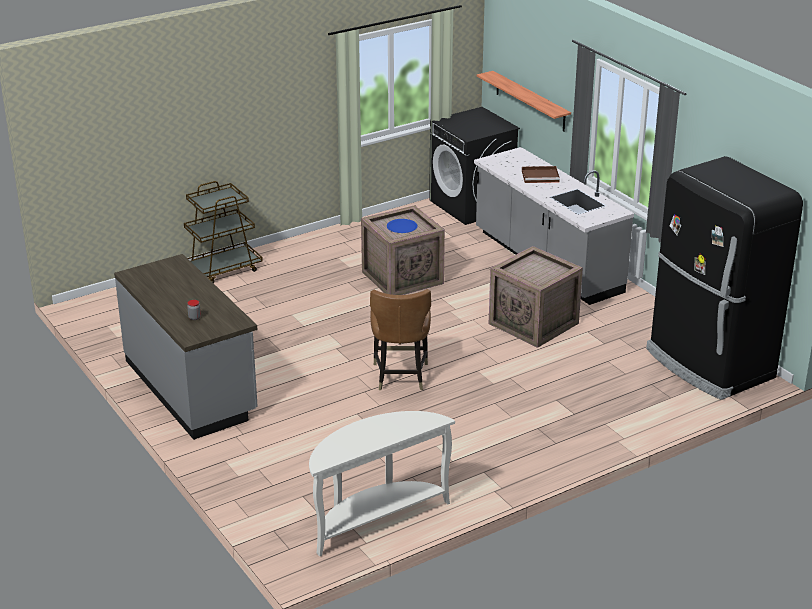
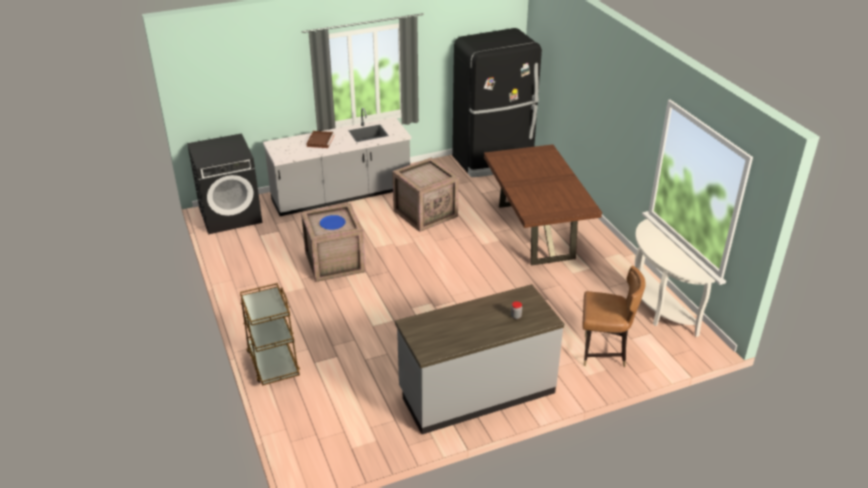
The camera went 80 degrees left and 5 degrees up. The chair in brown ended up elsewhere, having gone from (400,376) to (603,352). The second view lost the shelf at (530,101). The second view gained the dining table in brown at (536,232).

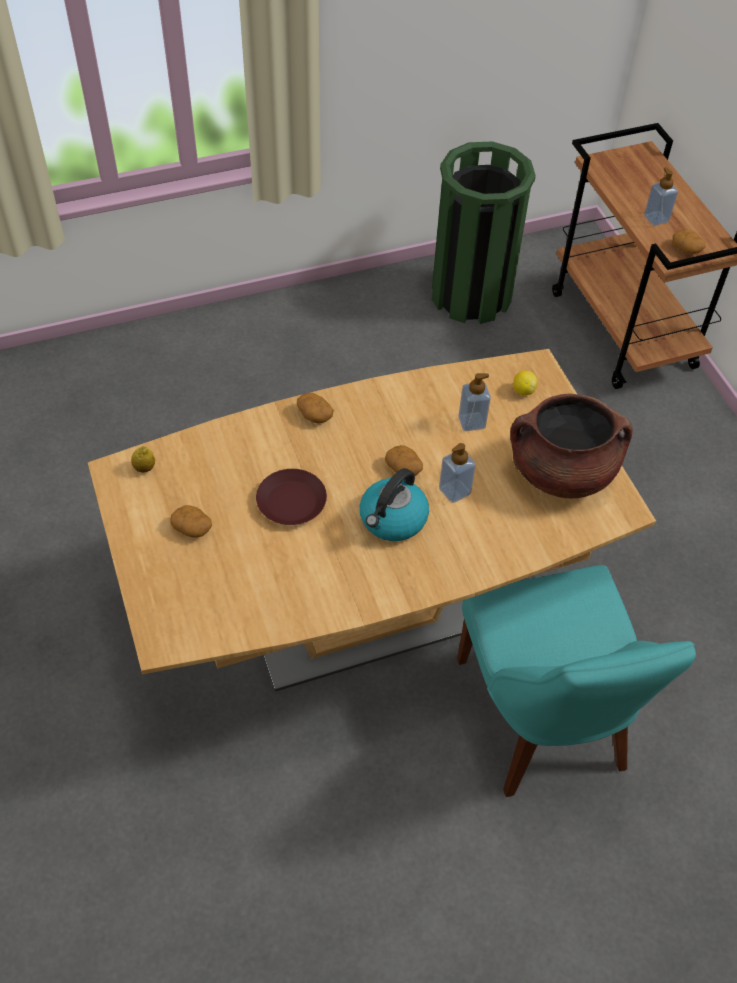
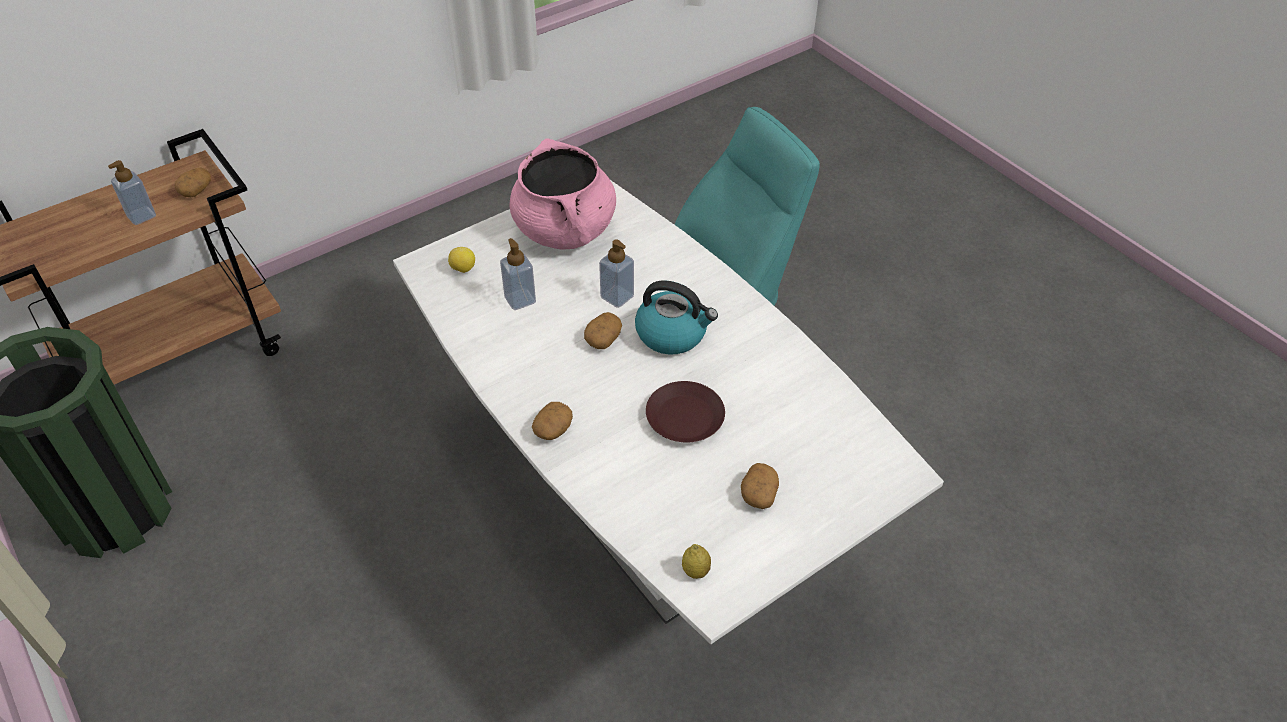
The camera went 105 degrees left and 5 degrees down. What was the dining table in brown at (363,615) turned into the dining table in white at (641,509). What was the cooking pot in brown at (561,472) turned into the cooking pot in pink at (565,230).

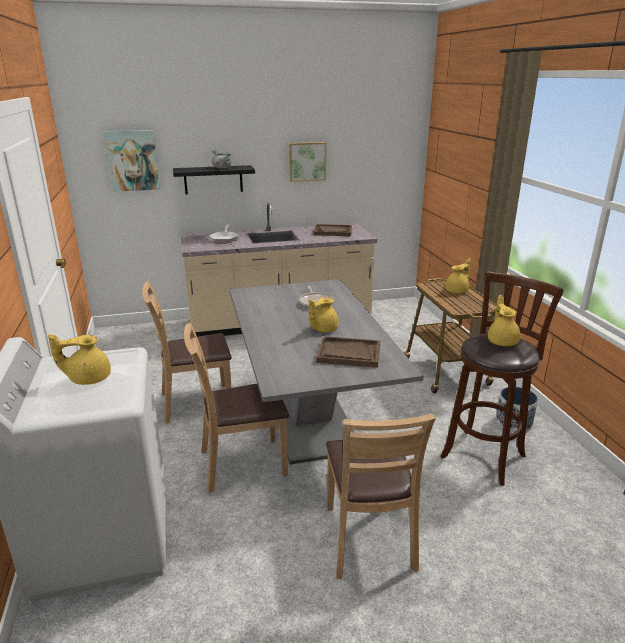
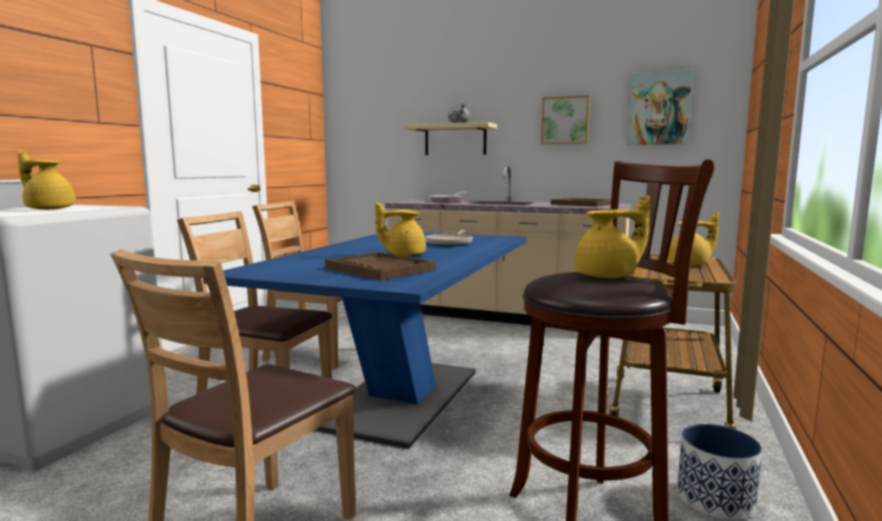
The camera went 35 degrees right and 15 degrees down. The picture ended up elsewhere, having gone from (133,160) to (658,108). What was the shelf in black at (213,179) turned into the shelf in beige at (455,140). What was the dining table in grey at (310,419) turned into the dining table in blue at (401,397). The teapot in yellow at (502,341) ended up facing another way, 45 degrees clockwise from before.

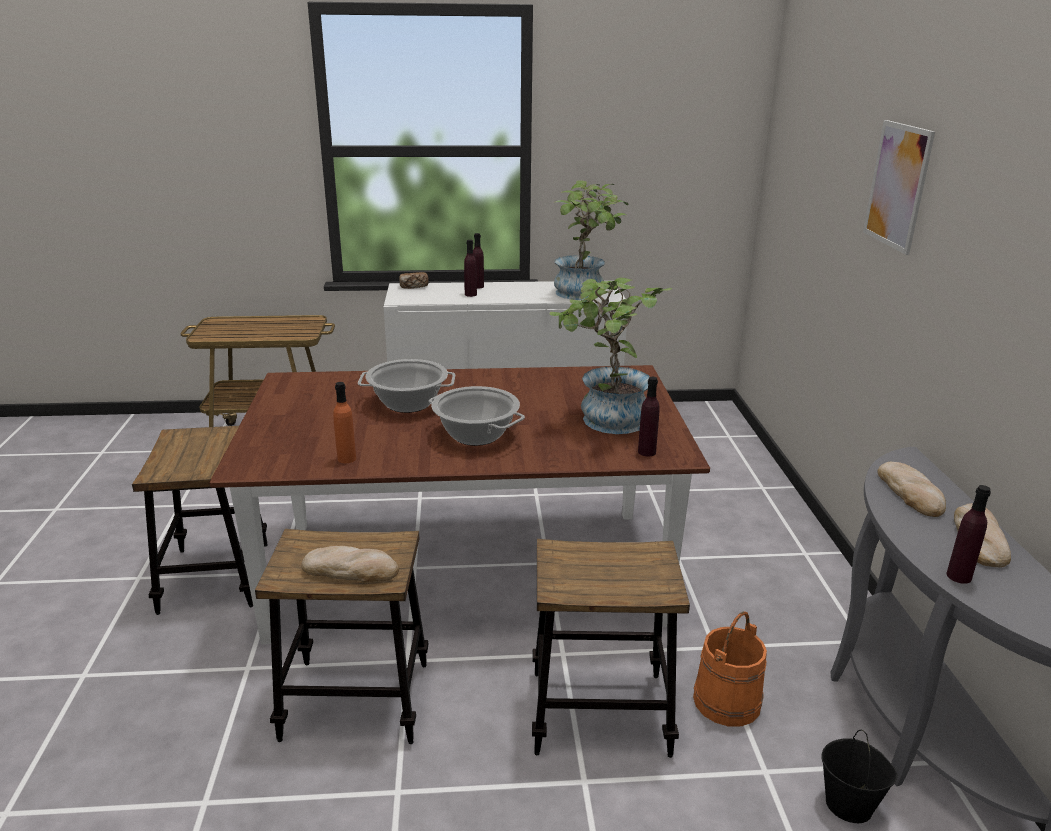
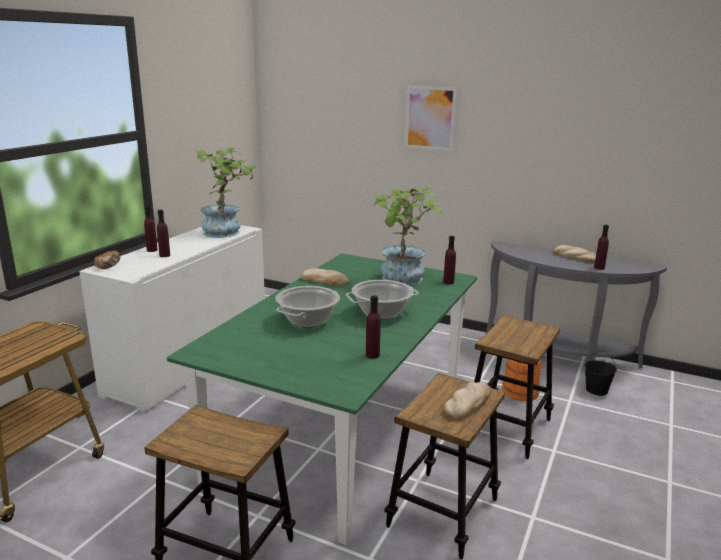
The camera went 60 degrees left and 5 degrees down. What was the dining table in brown at (468,571) turned into the dining table in green at (344,429). What was the bottle in orange at (346,458) turned into the bottle in purple at (372,355). The bread ended up elsewhere, having gone from (911,493) to (325,280).

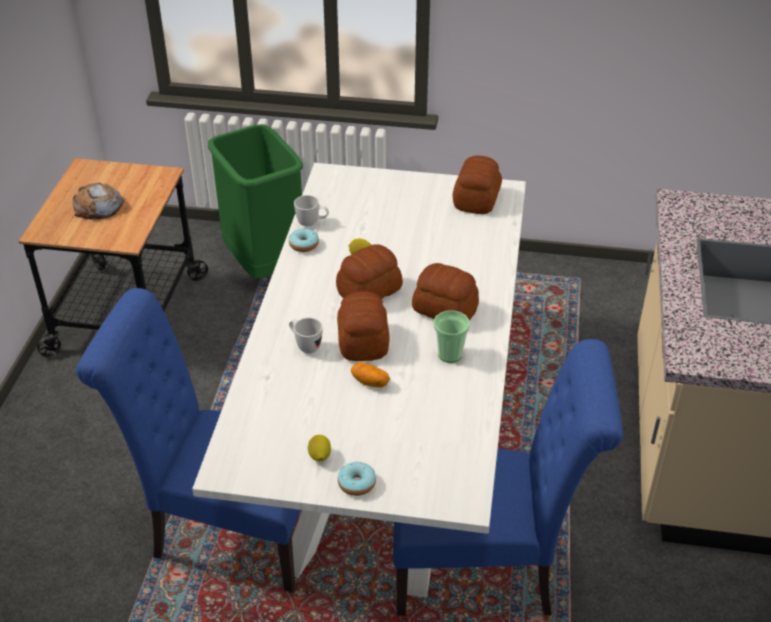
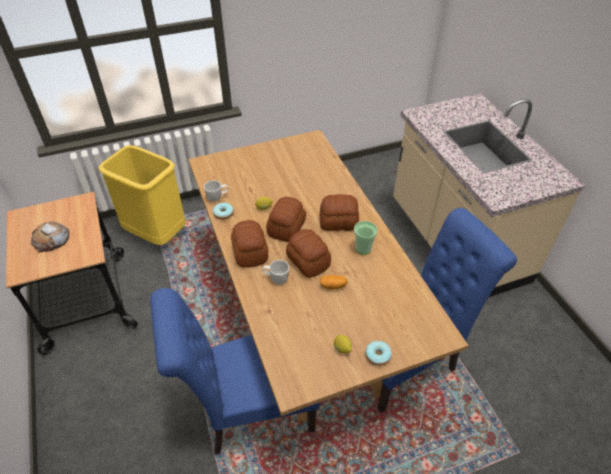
The camera went 30 degrees left and 5 degrees up. What was the dining table in white at (387,450) turned into the dining table in brown at (306,316). What was the trash can in green at (263,264) turned into the trash can in yellow at (155,234). The bread ended up elsewhere, having gone from (477,199) to (250,252).

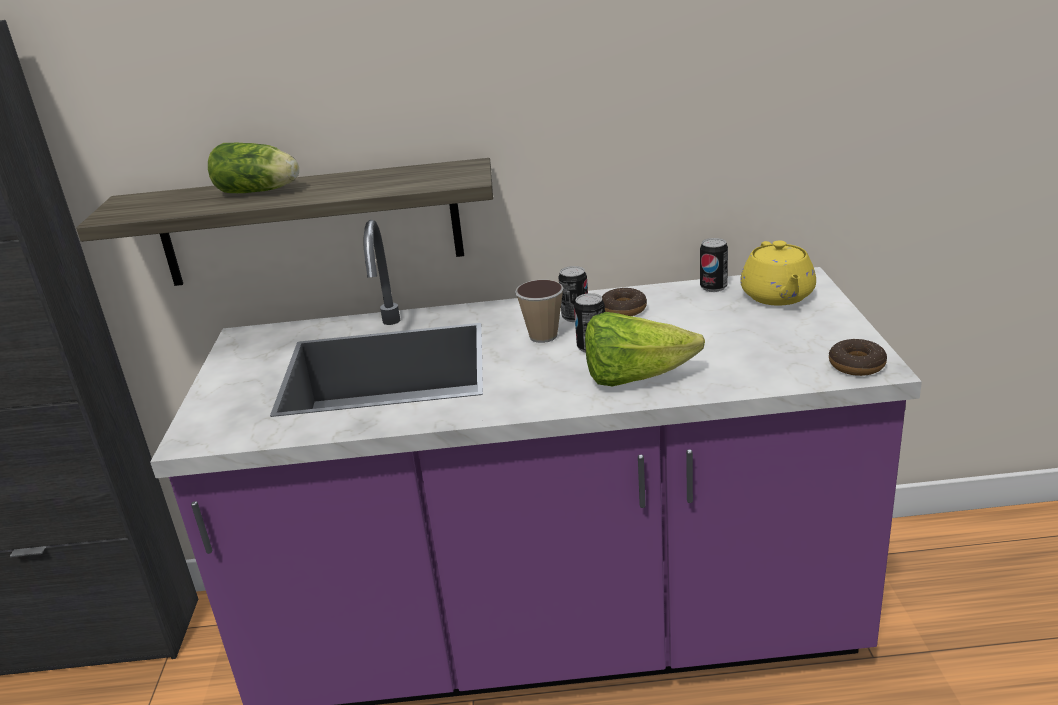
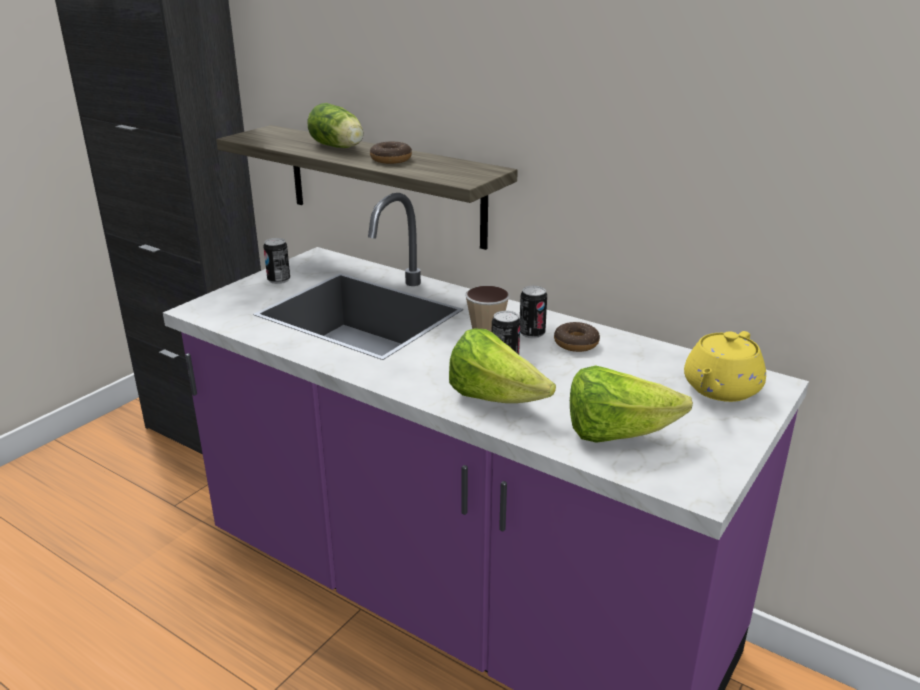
The camera went 35 degrees right and 0 degrees up. The can ended up elsewhere, having gone from (713,287) to (279,280). The donut ended up elsewhere, having gone from (856,365) to (391,159). The second view gained the lettuce at (616,434).

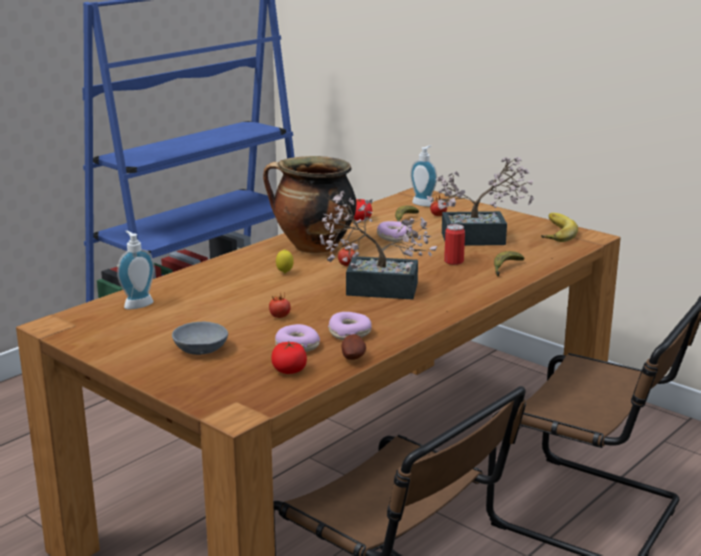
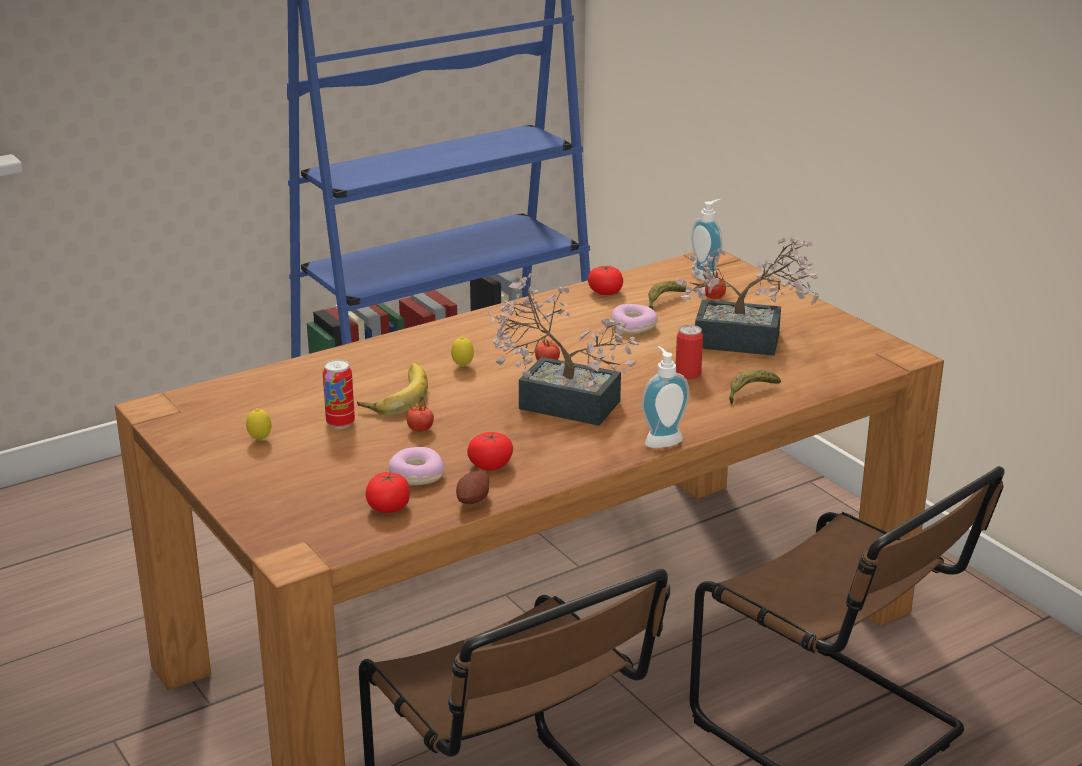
The camera went 15 degrees right and 5 degrees up. The soap dispenser ended up elsewhere, having gone from (137,304) to (661,440). The second view lost the bowl in grey at (202,348). The second view lost the cooking pot at (312,247). Where the donut stood at (349,333), the tomato came to stand at (490,465). The banana ended up elsewhere, having gone from (553,232) to (395,395). The second view gained the lemon at (260,440). The second view gained the can at (340,423).

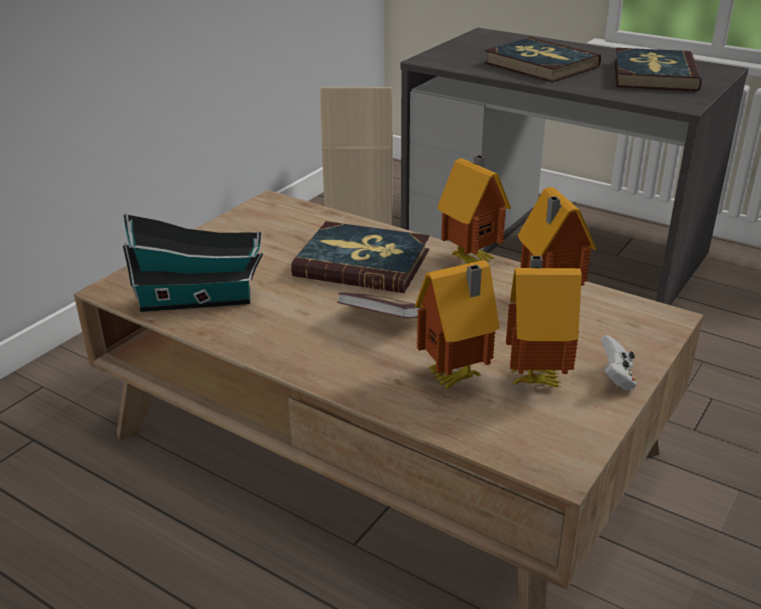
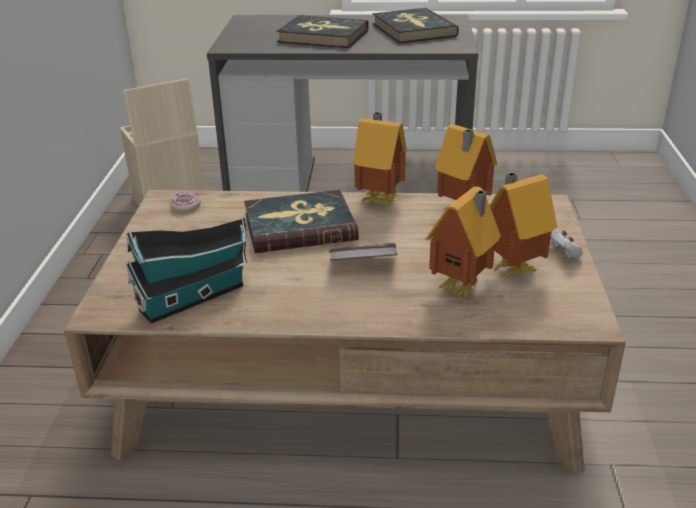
The camera went 30 degrees left and 0 degrees up. The second view gained the donut at (186,206).

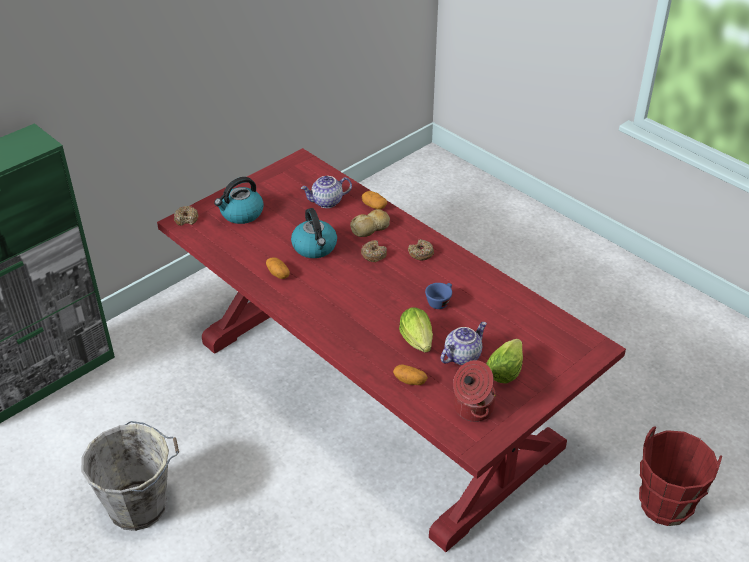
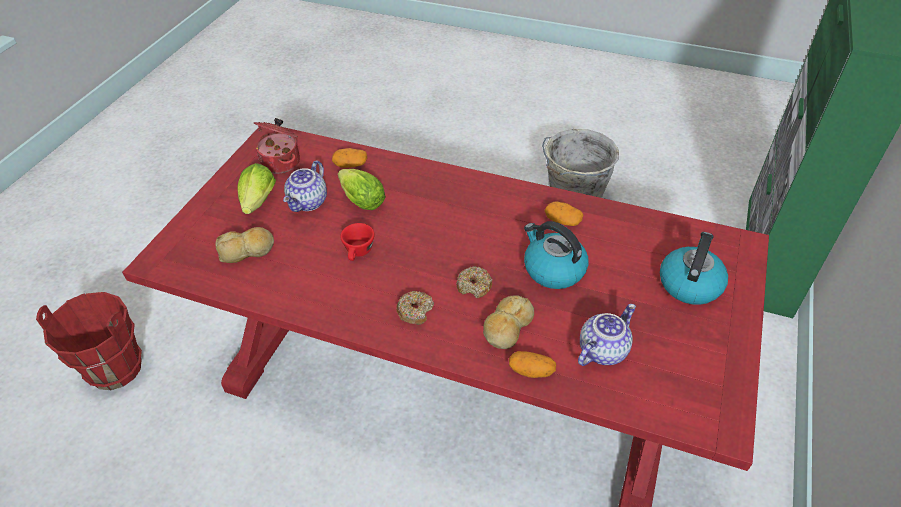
The camera went 155 degrees right and 5 degrees up. The second view lost the donut at (186,219). What was the cup in blue at (440,301) turned into the cup in red at (358,253). The second view gained the bread at (247,251).

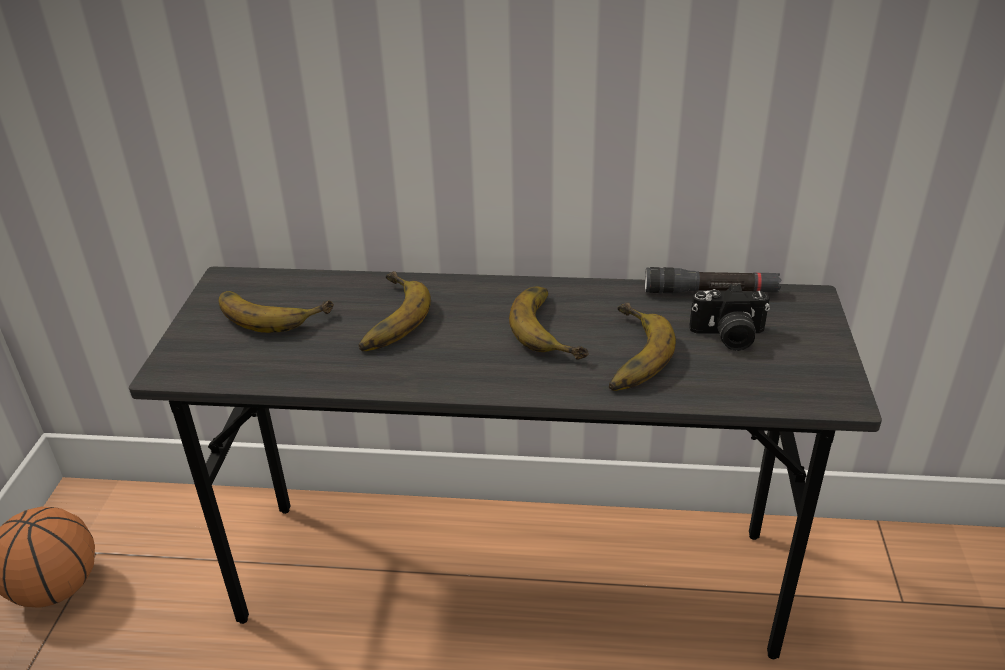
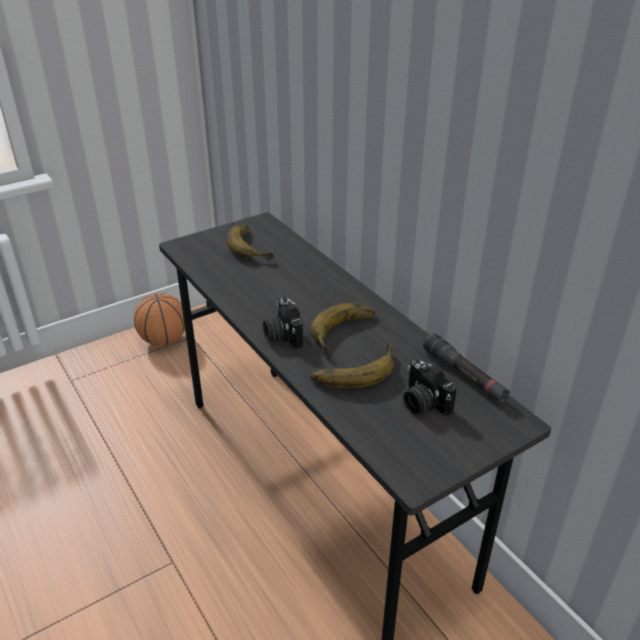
The camera went 50 degrees right and 0 degrees up. The second view lost the banana at (384,318). The second view gained the photo camera at (282,335).

